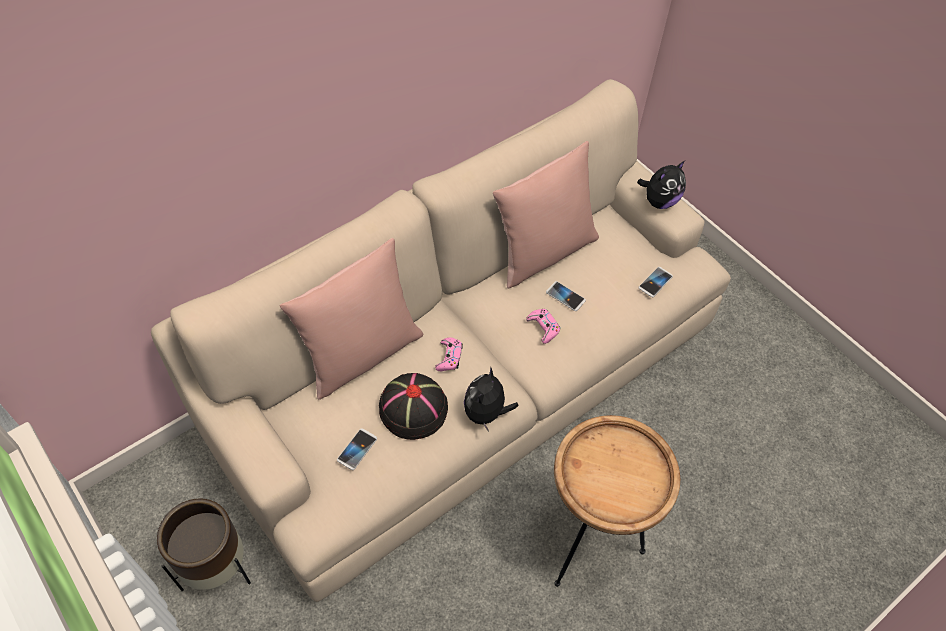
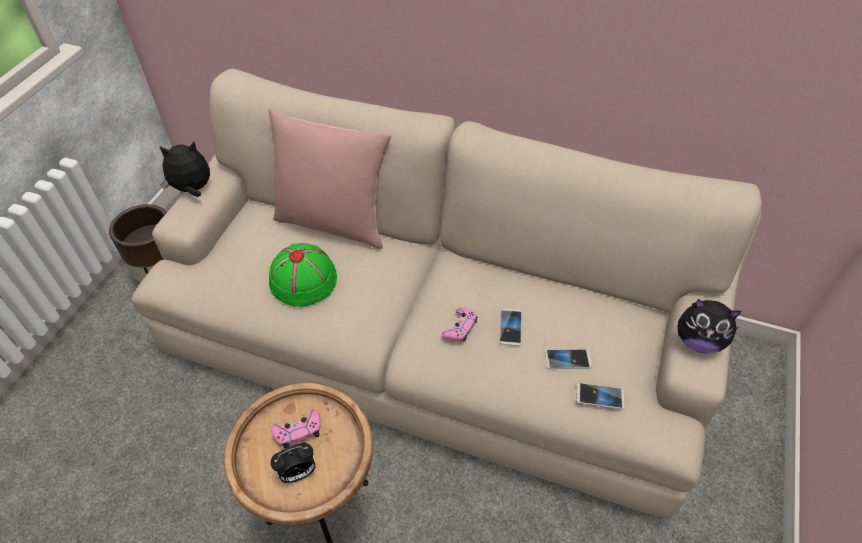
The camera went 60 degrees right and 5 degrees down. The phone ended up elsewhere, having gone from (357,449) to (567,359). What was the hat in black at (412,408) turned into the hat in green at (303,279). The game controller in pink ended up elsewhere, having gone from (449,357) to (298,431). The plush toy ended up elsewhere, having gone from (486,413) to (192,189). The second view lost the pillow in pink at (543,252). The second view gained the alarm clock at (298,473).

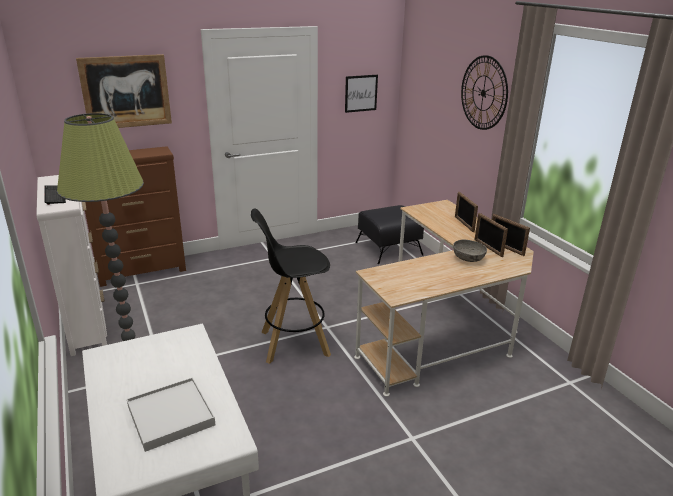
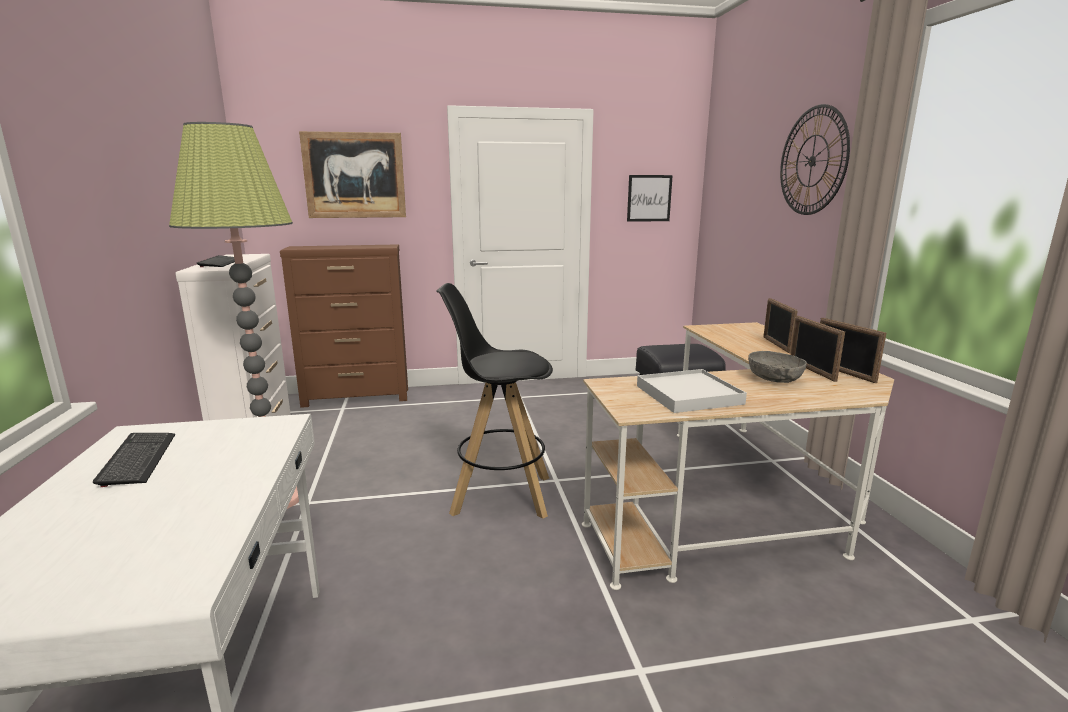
The camera went 15 degrees right and 10 degrees down. The tray in white ended up elsewhere, having gone from (170,416) to (688,395). The second view gained the keyboard at (138,459).

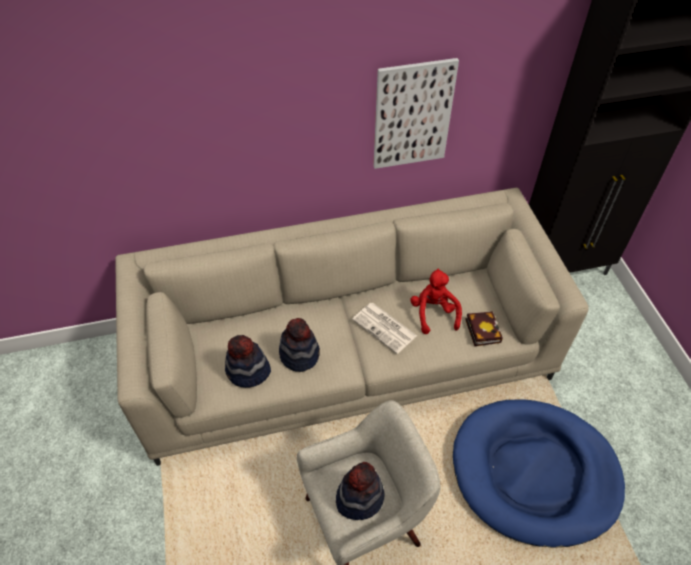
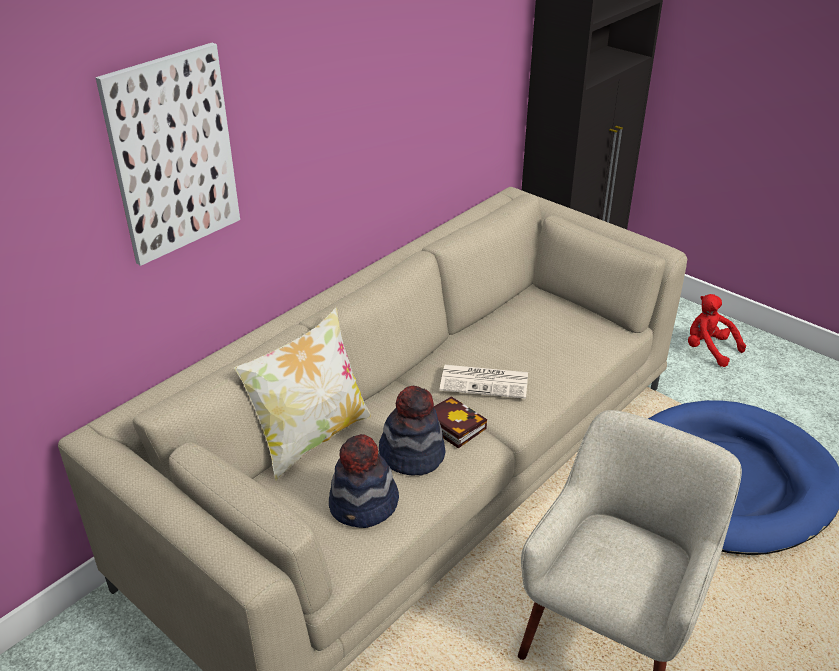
The camera went 35 degrees left and 15 degrees down. The second view lost the hat at (359,497). The picture ended up elsewhere, having gone from (412,115) to (173,155). The plush toy in red ended up elsewhere, having gone from (434,313) to (708,349). The book ended up elsewhere, having gone from (481,329) to (451,425). The second view gained the pillow at (311,438).

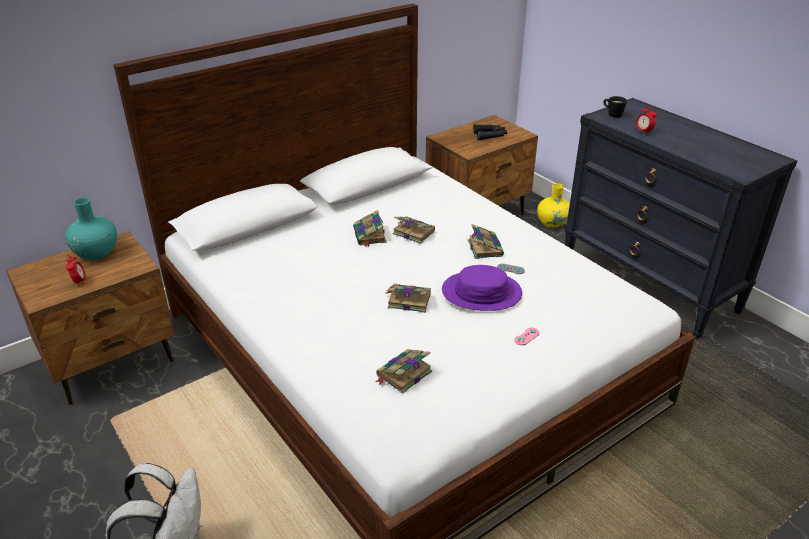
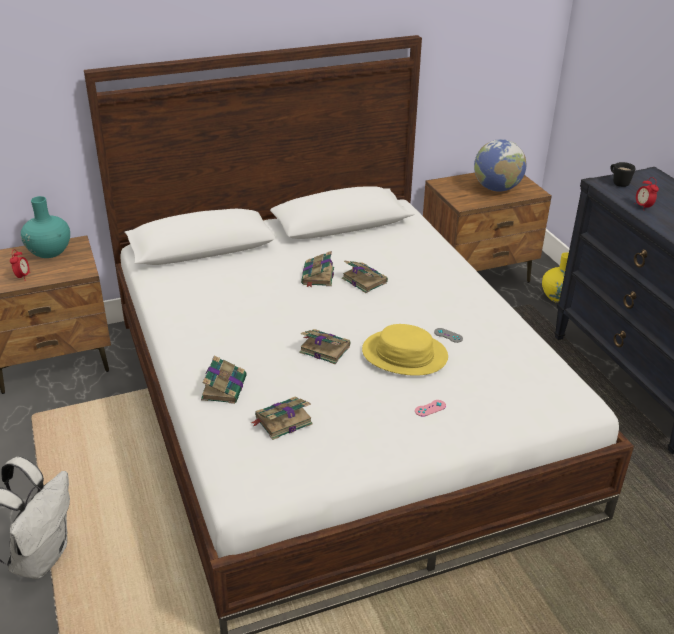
The camera went 15 degrees right and 0 degrees up. What was the hat in purple at (481,293) turned into the hat in yellow at (404,354). The book ended up elsewhere, having gone from (485,247) to (224,387). Where the binoculars in black stood at (490,135), the globe came to stand at (496,189).

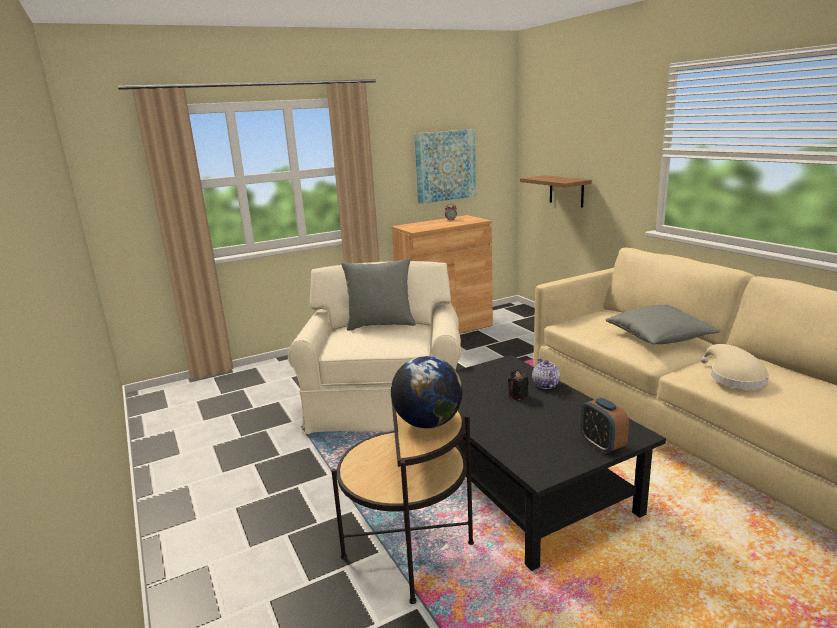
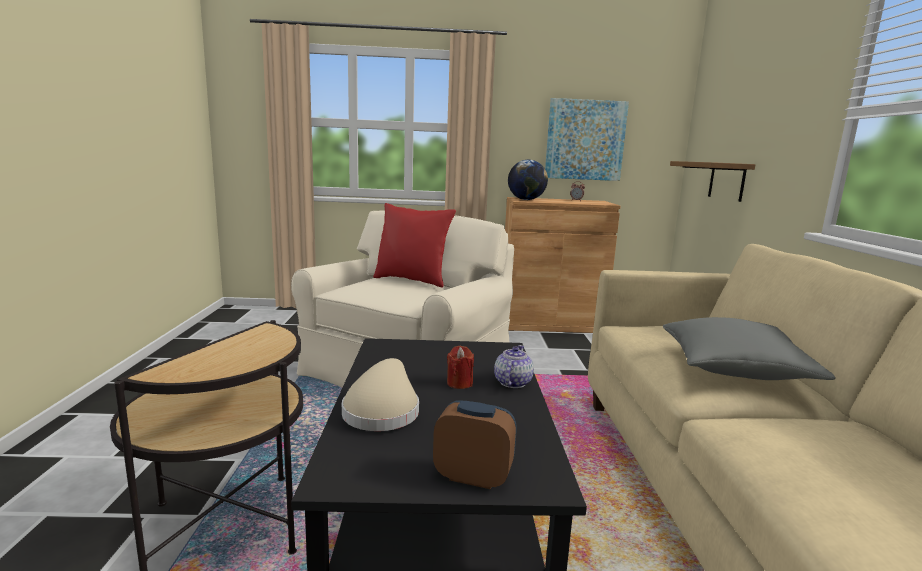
The camera went 25 degrees right and 5 degrees down. What was the pillow in grey at (381,325) turned into the pillow in red at (412,280). The globe ended up elsewhere, having gone from (428,423) to (526,200). What was the candle in black at (517,396) turned into the candle in red at (459,383). The alarm clock at (602,445) ended up facing another way, 105 degrees clockwise from before. The hat in beige ended up elsewhere, having gone from (734,378) to (382,410).

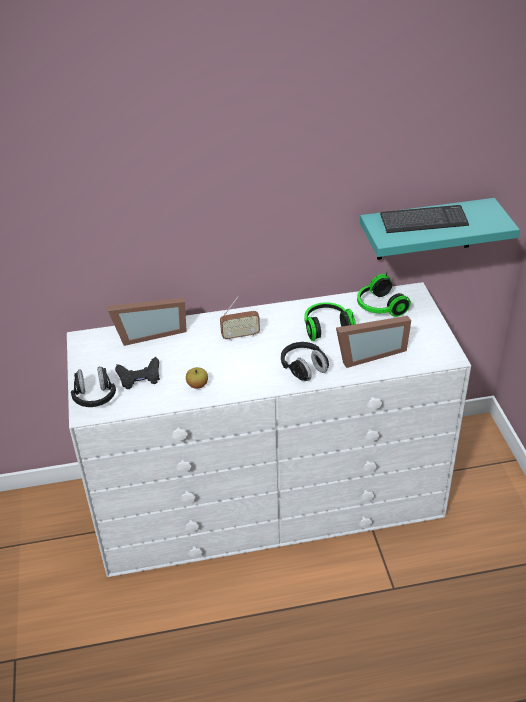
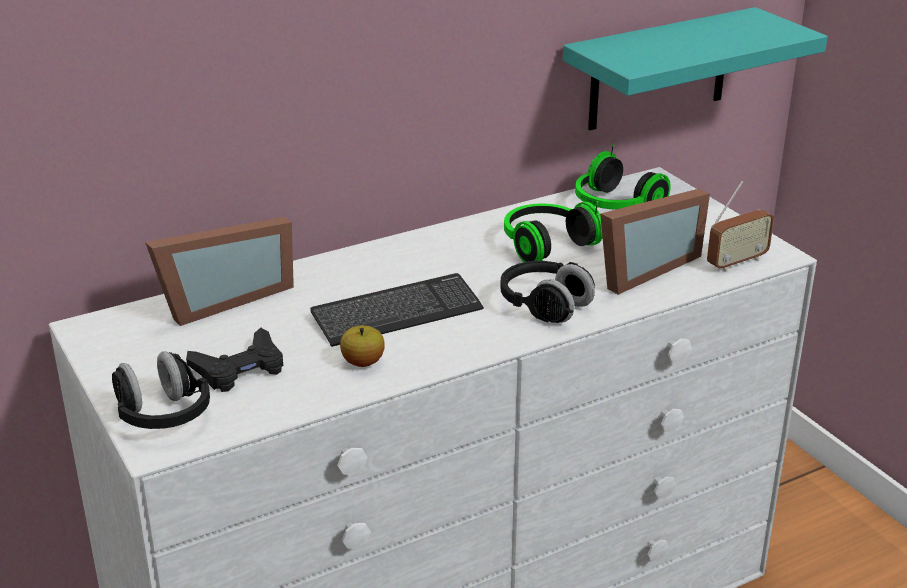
The camera went 20 degrees left and 10 degrees down. The radio ended up elsewhere, having gone from (240,336) to (736,262). The keyboard ended up elsewhere, having gone from (423,221) to (397,313).

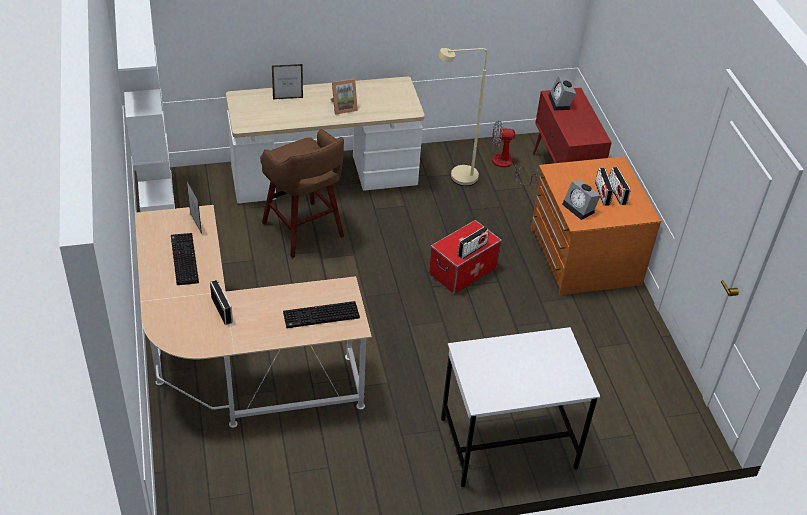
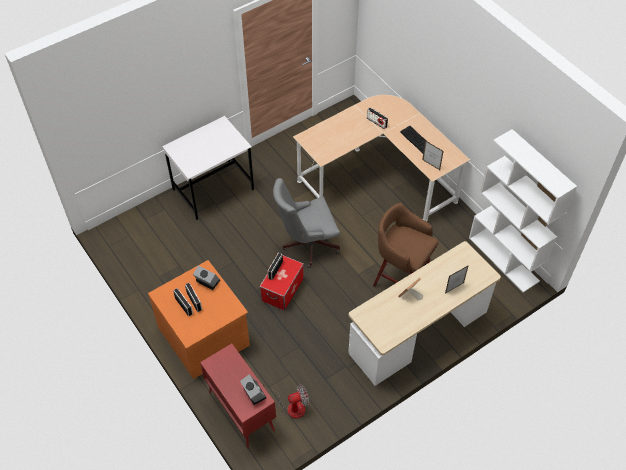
The camera went 160 degrees right and 10 degrees up. The second view lost the keyboard at (320,316). The second view lost the floor lamp in beige at (456,178). The second view gained the office chair in grey at (307,244).

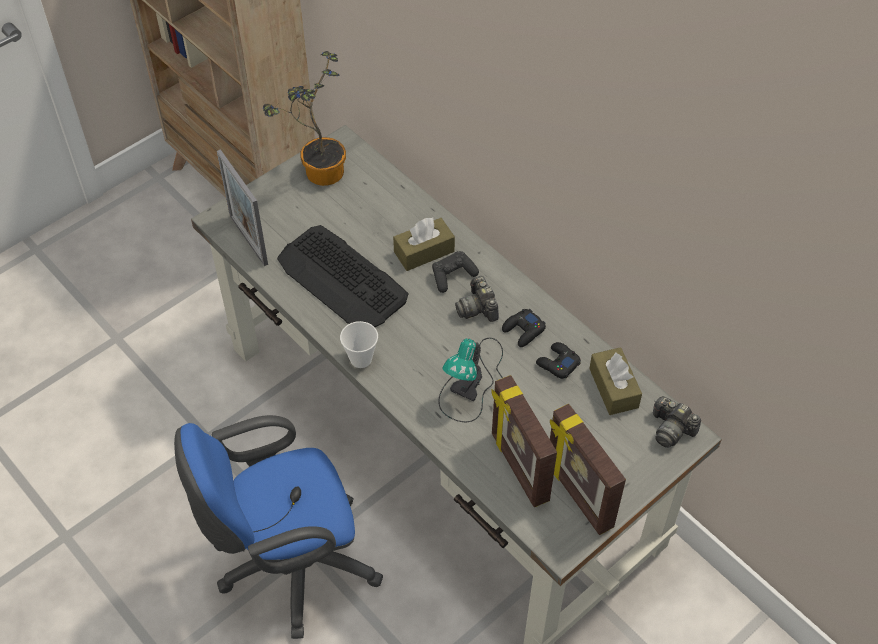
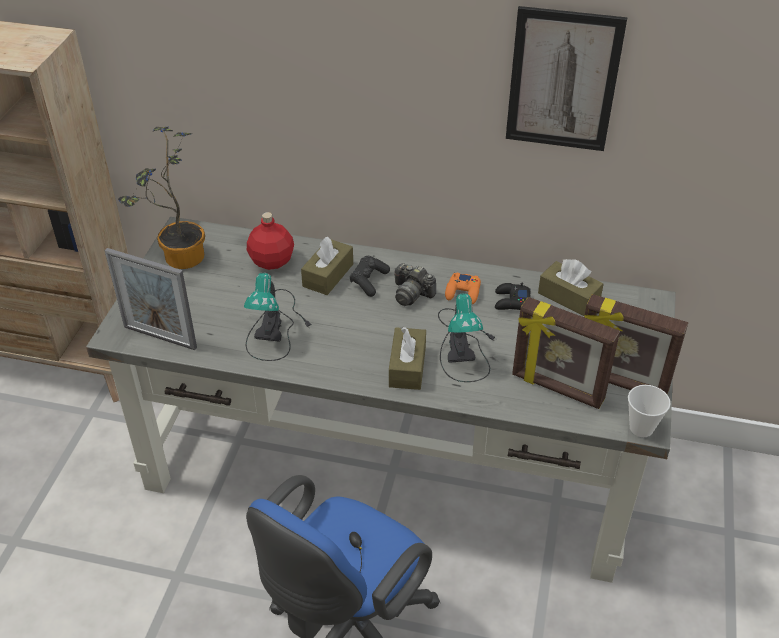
The camera went 35 degrees left and 10 degrees down. Where the keyboard stood at (342,279), the table lamp came to stand at (276,327). The cup ended up elsewhere, having gone from (361,359) to (641,428). What was the game controller in black at (523,331) turned into the game controller in orange at (463,292). The second view lost the photo camera at (671,429). The second view gained the bottle in red at (271,261). The second view gained the tissue box in brown at (407,367). The second view gained the picture at (563,80).

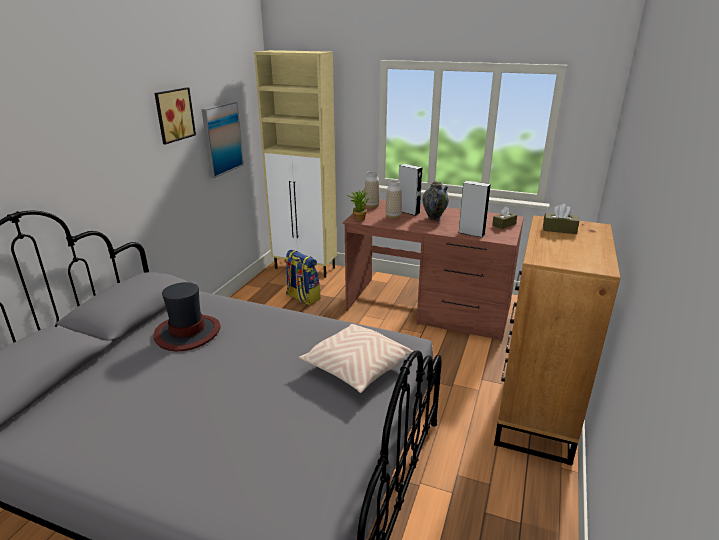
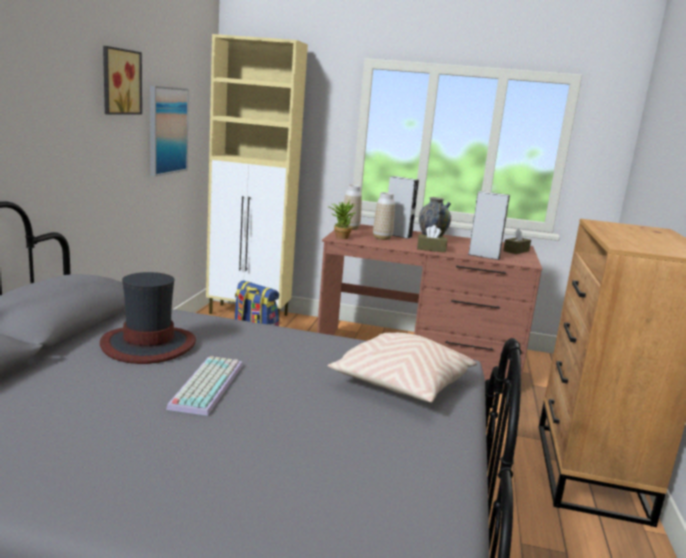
The camera went 10 degrees left and 10 degrees down. The tissue box in brown ended up elsewhere, having gone from (559,229) to (431,249). The second view gained the keyboard at (206,385).

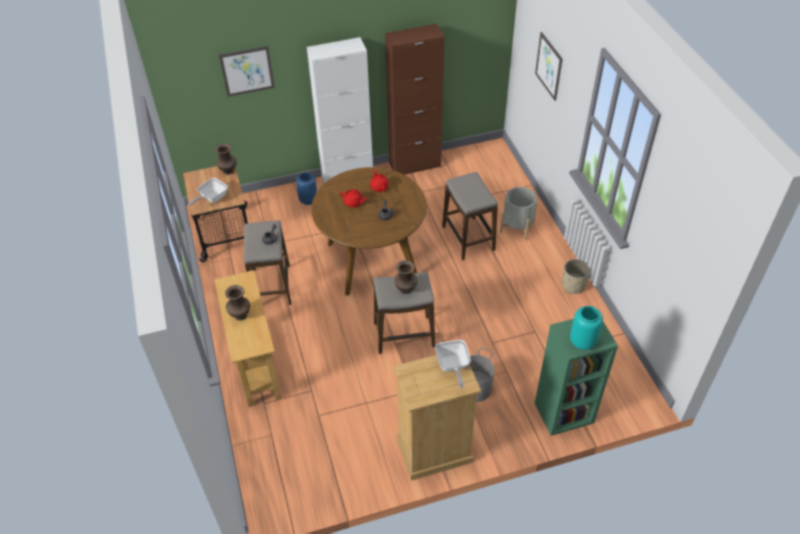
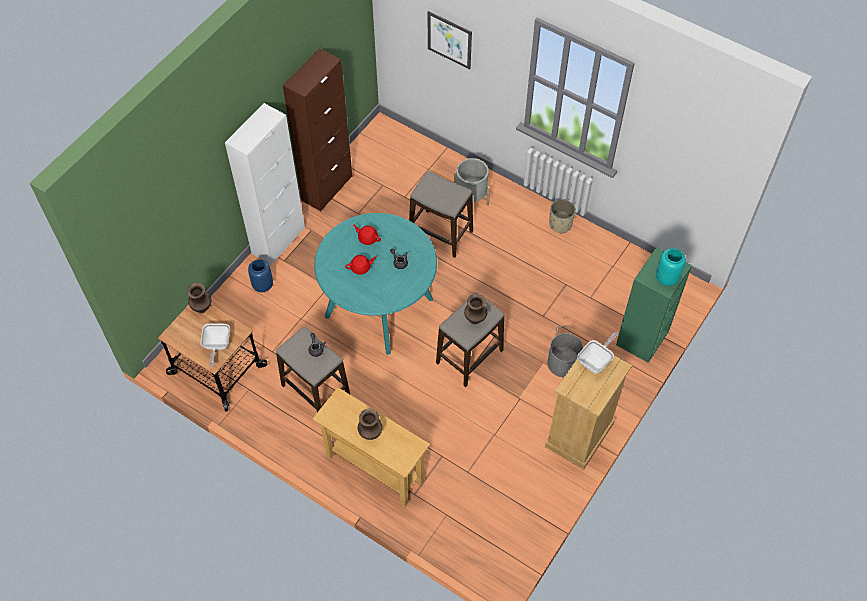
The camera went 40 degrees left and 10 degrees up. The second view lost the picture at (247,71). What was the dining table in brown at (372,260) turned into the dining table in turquoise at (379,307). The frying pan at (452,366) ended up facing another way, 90 degrees counterclockwise from before.

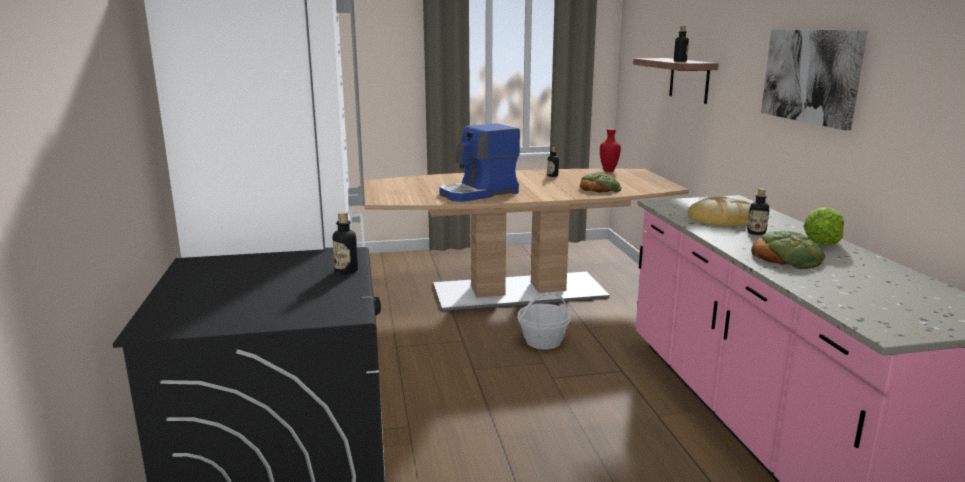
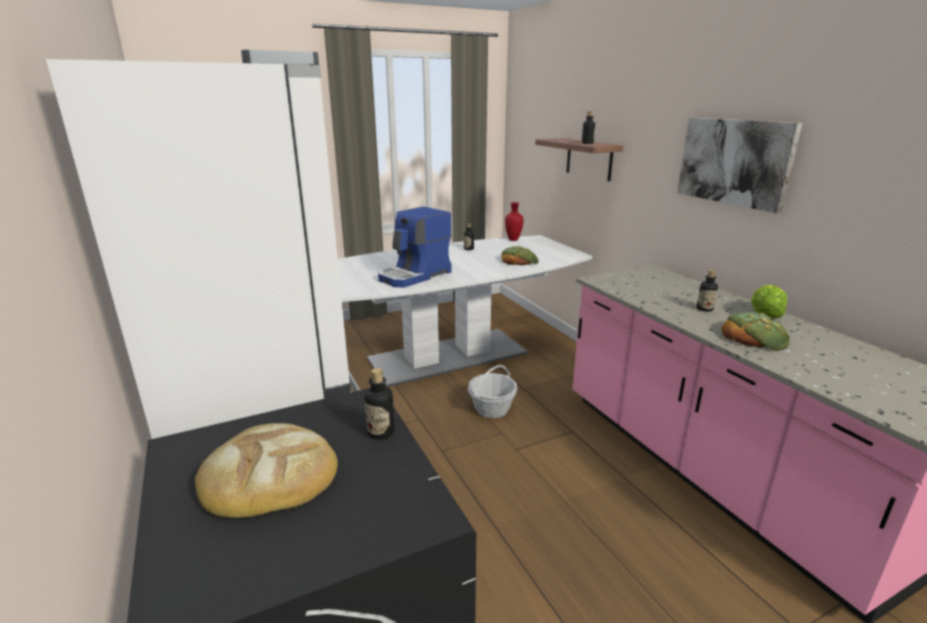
The camera went 15 degrees left and 5 degrees up. What was the dining table in brown at (518,291) turned into the dining table in white at (447,356). The bread ended up elsewhere, having gone from (722,218) to (269,475).

